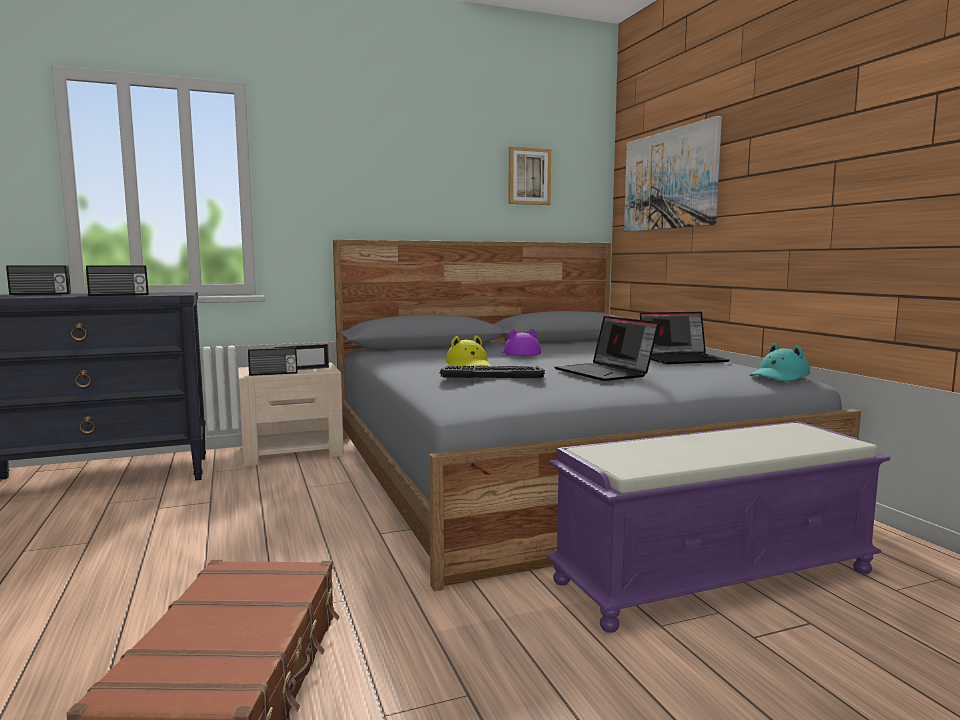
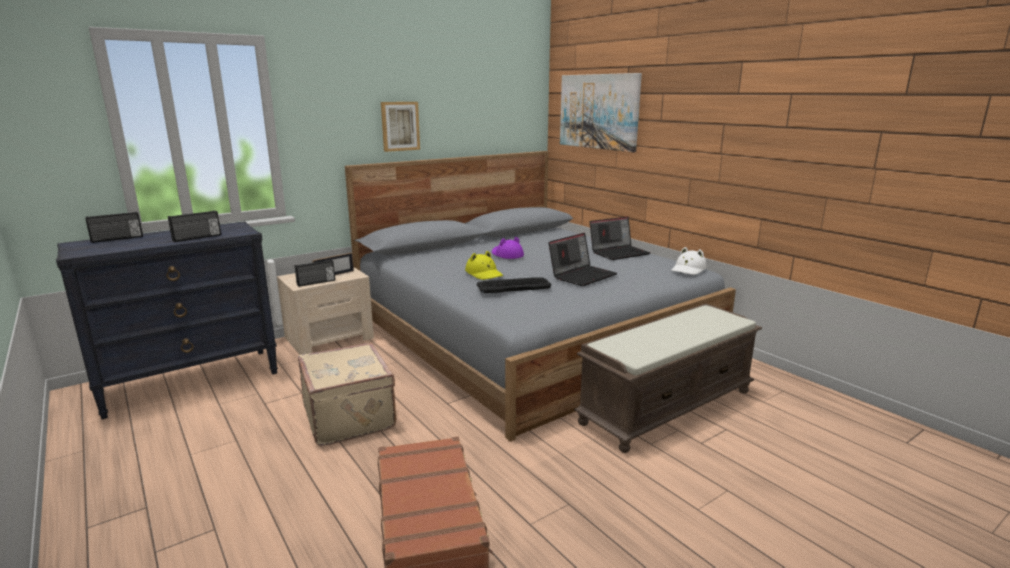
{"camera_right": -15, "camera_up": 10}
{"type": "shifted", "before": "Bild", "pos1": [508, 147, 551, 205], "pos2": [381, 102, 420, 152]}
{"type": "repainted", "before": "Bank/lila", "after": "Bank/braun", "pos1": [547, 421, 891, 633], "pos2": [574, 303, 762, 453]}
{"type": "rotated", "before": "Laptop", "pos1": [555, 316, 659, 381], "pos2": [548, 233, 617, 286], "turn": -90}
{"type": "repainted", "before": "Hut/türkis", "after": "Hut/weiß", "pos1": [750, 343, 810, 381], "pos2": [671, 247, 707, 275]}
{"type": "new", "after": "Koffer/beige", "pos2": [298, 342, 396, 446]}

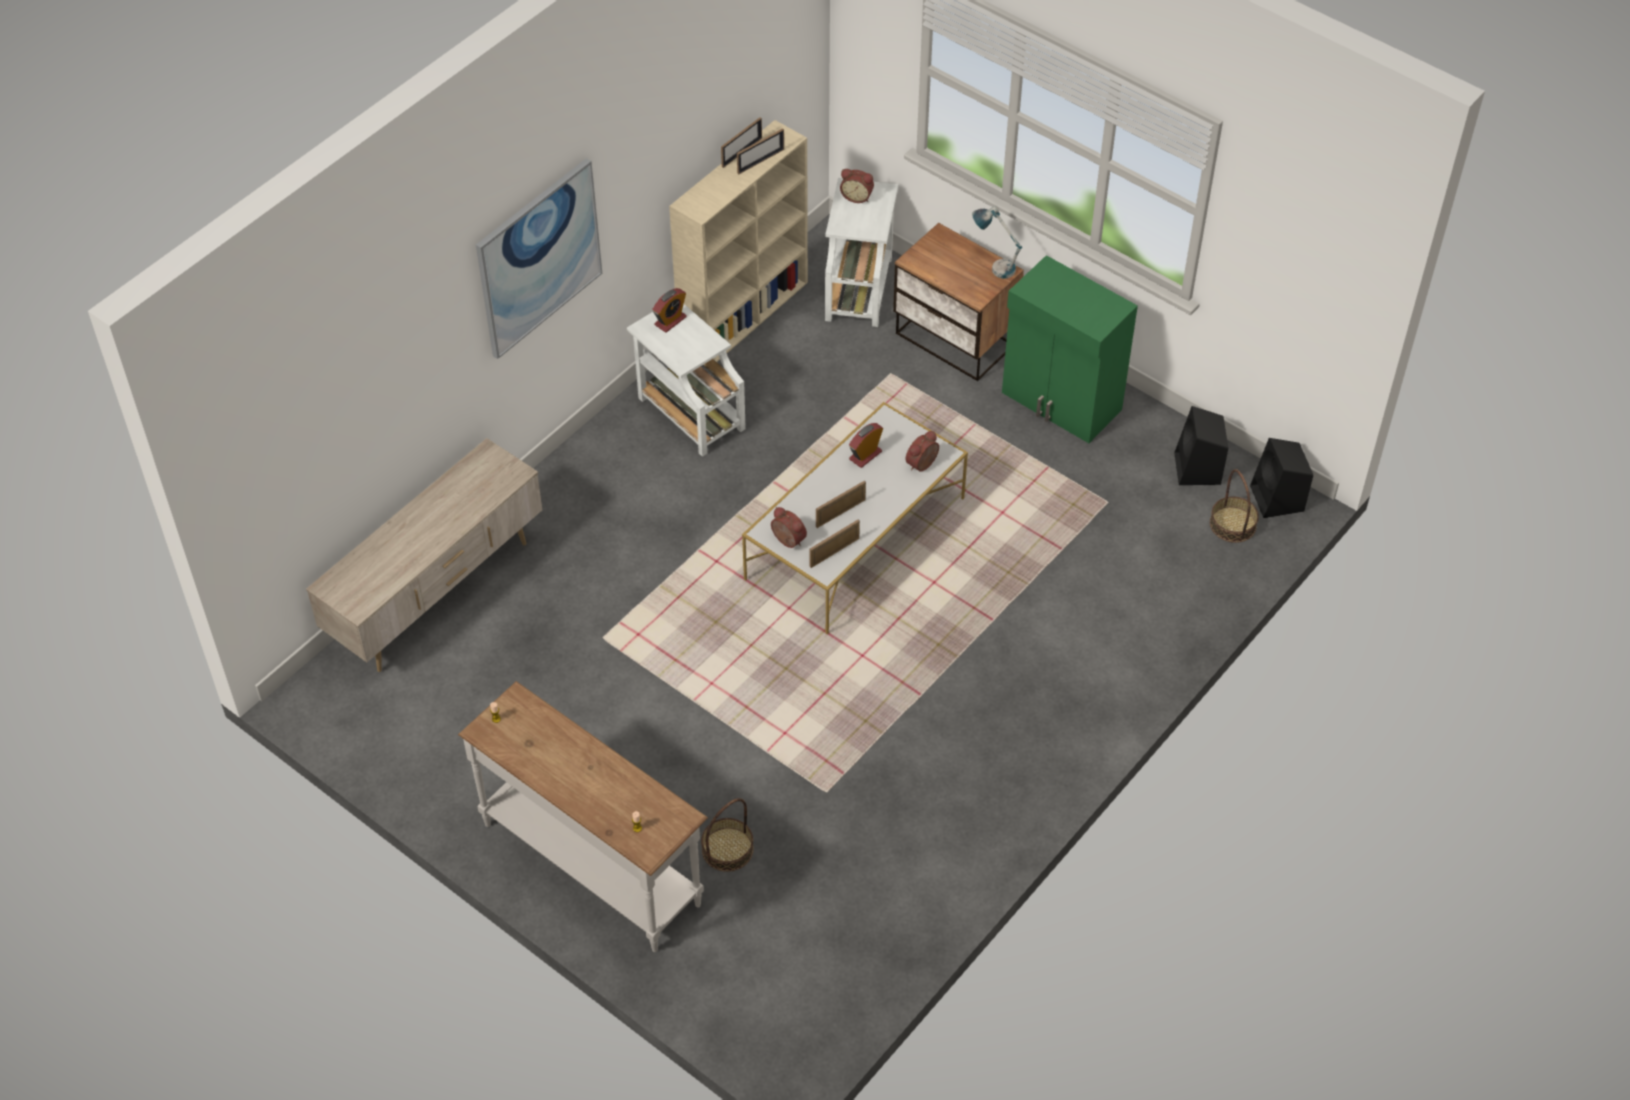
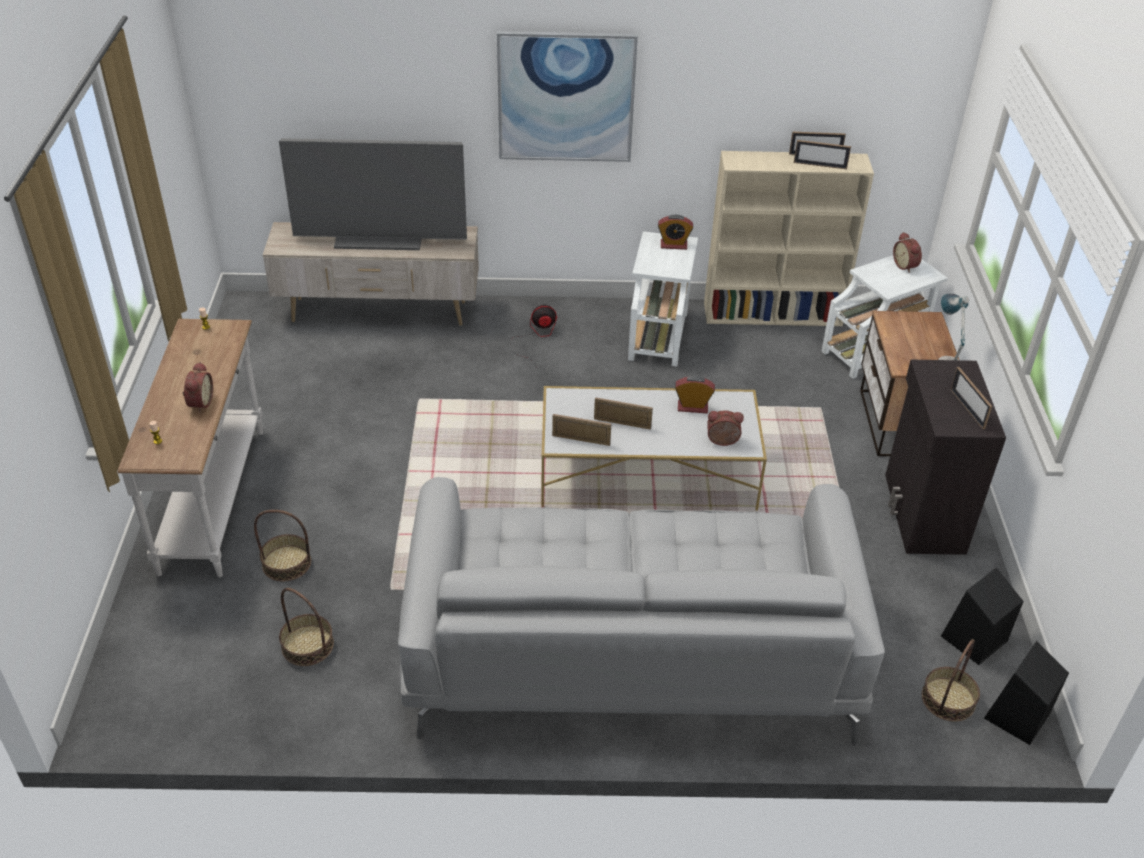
{"camera_right": 50, "camera_up": -10}
{"type": "shifted", "before": "Wecker", "pos1": [771, 507, 807, 548], "pos2": [182, 362, 213, 413]}
{"type": "repainted", "before": "Schrank/grün", "after": "Schrank/schwarz", "pos1": [1002, 255, 1138, 443], "pos2": [885, 360, 1006, 555]}
{"type": "new", "after": "Fernseher", "pos2": [279, 138, 467, 250]}
{"type": "new", "after": "Korb", "pos2": [279, 588, 334, 666]}
{"type": "new", "after": "Sofa/grau", "pos2": [398, 477, 885, 746]}
{"type": "new", "after": "Ventilator", "pos2": [510, 305, 557, 368]}
{"type": "new", "after": "Bilderrahmen", "pos2": [950, 367, 992, 429]}

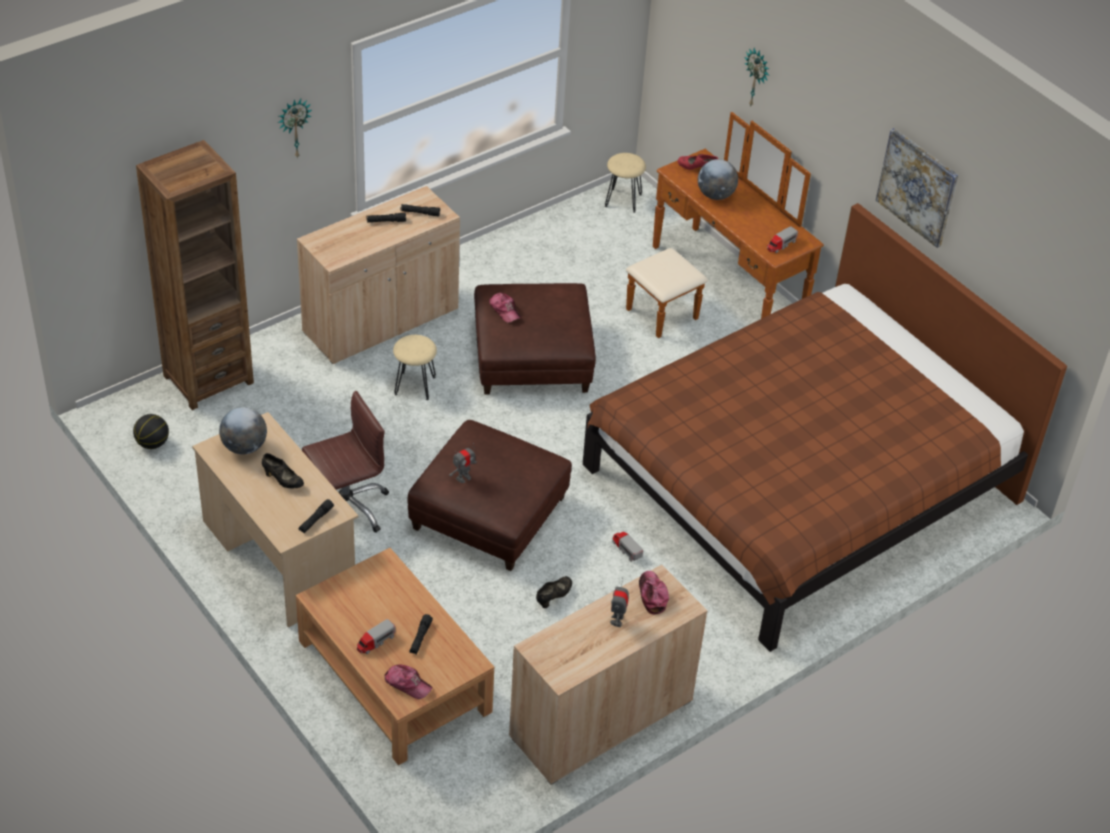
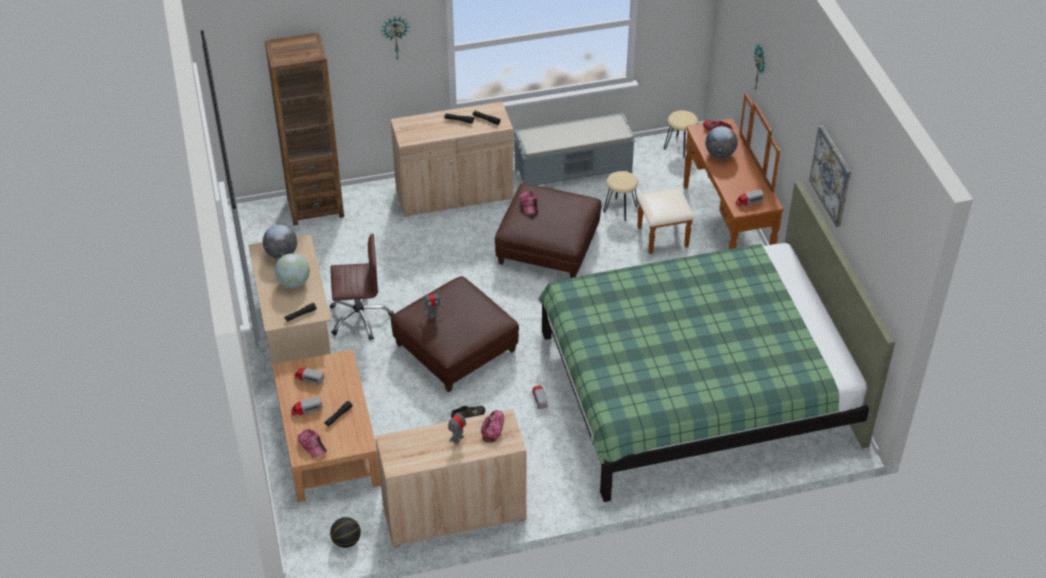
{"camera_right": 25, "camera_up": 0}
{"type": "shifted", "before": "Basketball", "pos1": [133, 414, 169, 449], "pos2": [330, 517, 361, 548]}
{"type": "swapped", "before": "Schuh/schwarz", "after": "Globus", "pos1": [262, 453, 304, 488], "pos2": [275, 253, 310, 288]}
{"type": "shifted", "before": "Hocker/beige", "pos1": [393, 335, 437, 400], "pos2": [604, 171, 638, 221]}
{"type": "repainted", "before": "Bett/braun", "after": "Bett/grün", "pos1": [583, 203, 1067, 652], "pos2": [538, 181, 895, 502]}
{"type": "new", "after": "Spielzeuglaster", "pos2": [294, 368, 324, 386]}
{"type": "new", "after": "Bank/grau", "pos2": [514, 113, 636, 185]}

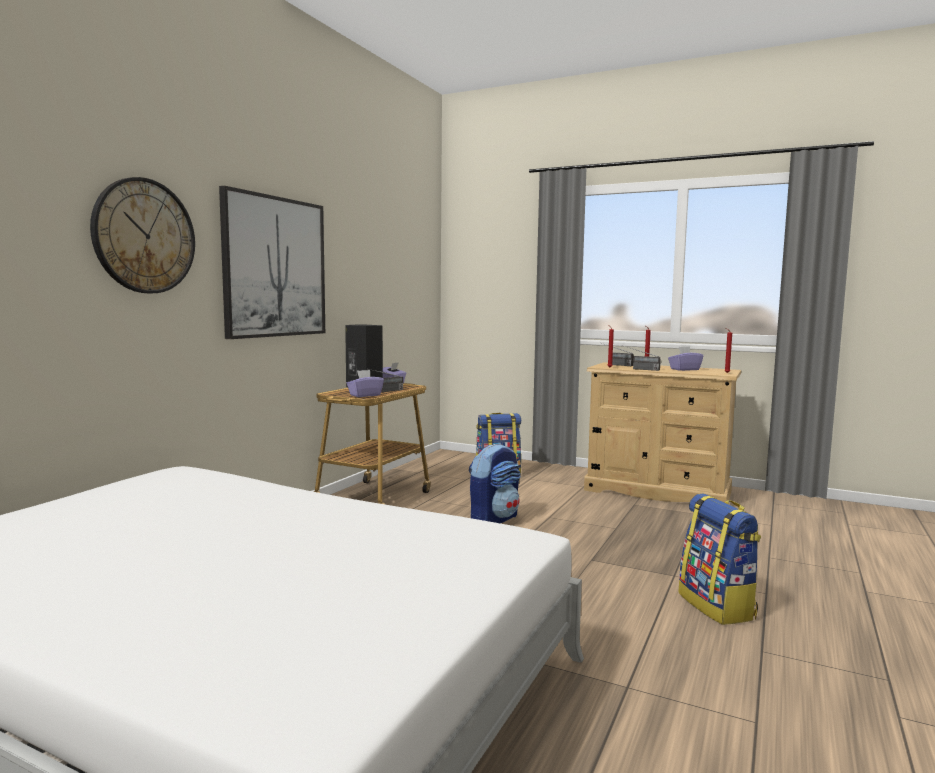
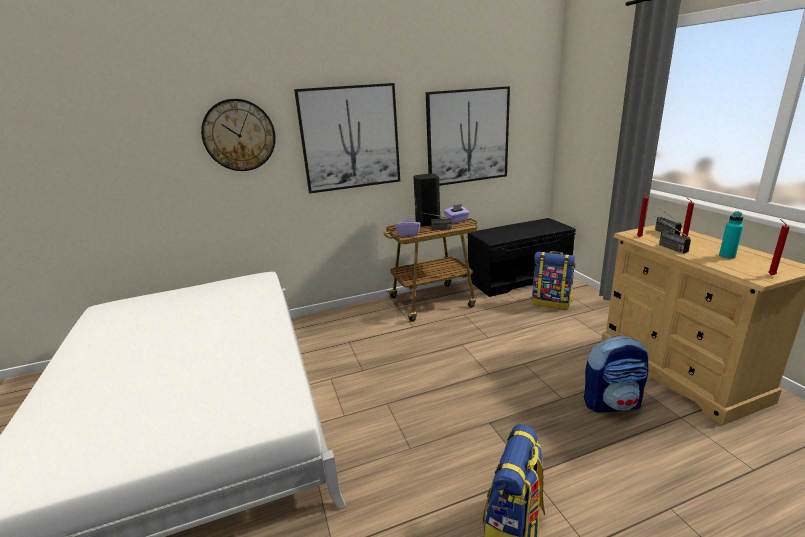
{"camera_right": 45, "camera_up": 15}
{"type": "shifted", "before": "Rucksack", "pos1": [469, 443, 521, 523], "pos2": [584, 336, 649, 413]}
{"type": "swapped", "before": "Taschentuchbox/lila", "after": "Flasche/türkis", "pos1": [668, 346, 703, 371], "pos2": [719, 211, 744, 259]}
{"type": "new", "after": "Bild", "pos2": [426, 86, 510, 186]}
{"type": "new", "after": "Bank/schwarz", "pos2": [467, 218, 576, 297]}

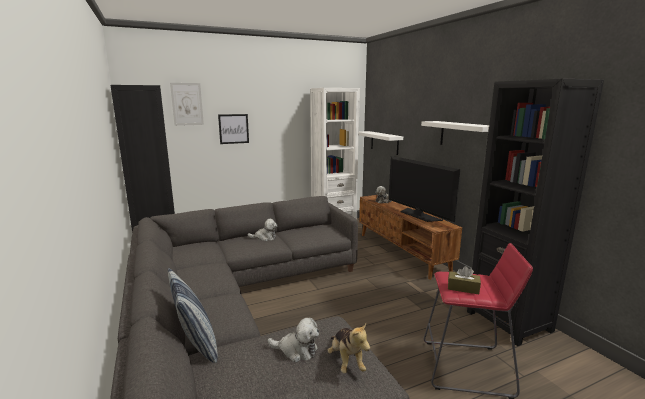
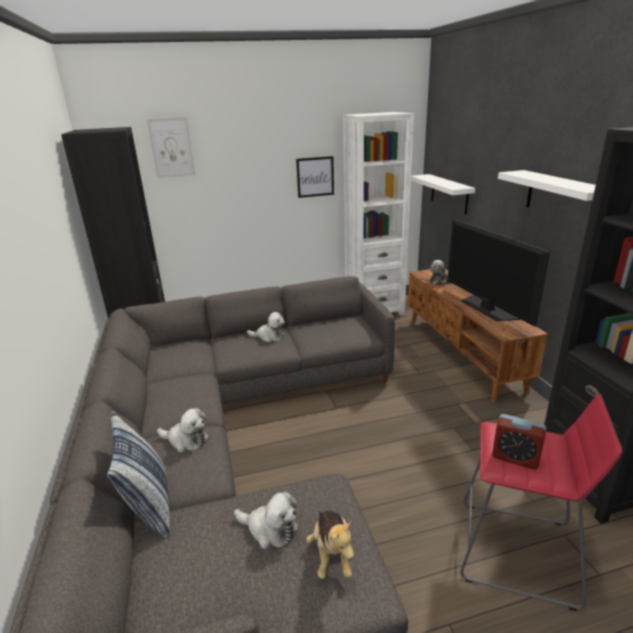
{"camera_right": 10, "camera_up": 10}
{"type": "shifted", "before": "Bild", "pos1": [218, 114, 249, 144], "pos2": [296, 156, 334, 198]}
{"type": "swapped", "before": "Taschentuchbox/braun", "after": "Wecker", "pos1": [448, 266, 481, 294], "pos2": [492, 414, 546, 470]}
{"type": "new", "after": "Plüschtier", "pos2": [157, 408, 209, 453]}

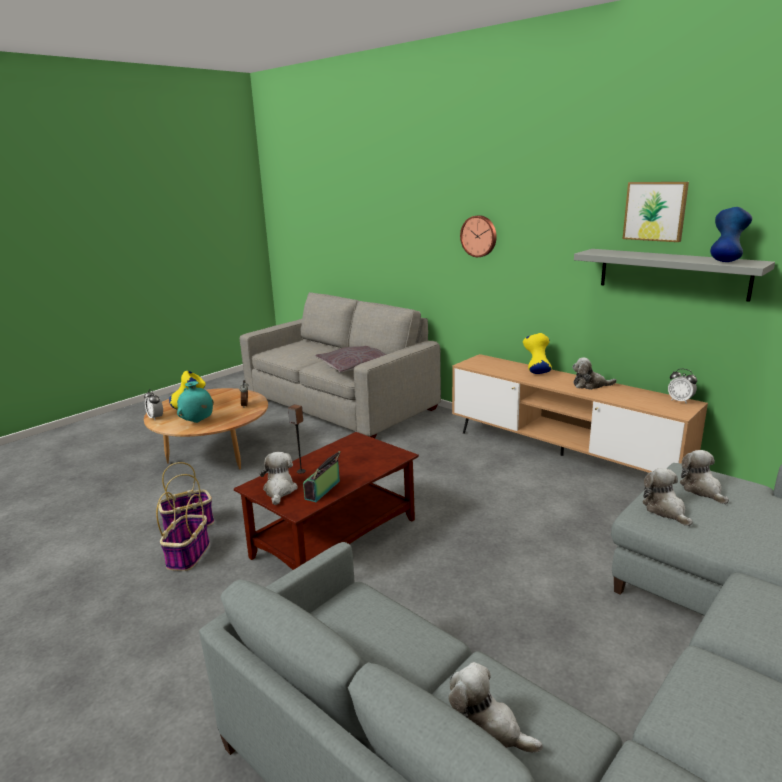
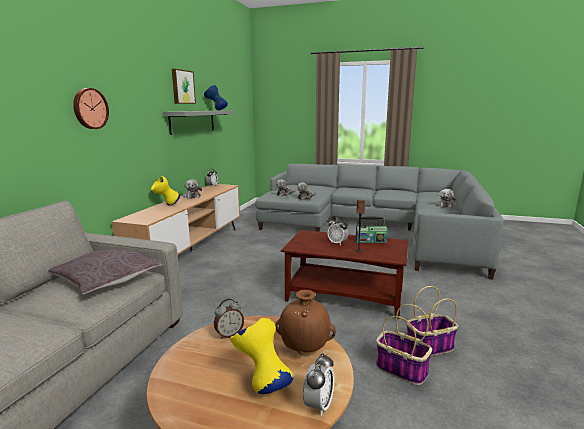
{"camera_right": -115, "camera_up": -5}
{"type": "repainted", "before": "Vase/türkis", "after": "Vase/braun", "pos1": [177, 381, 214, 423], "pos2": [275, 290, 336, 355]}
{"type": "gone", "before": "Plüschtier", "pos1": [259, 452, 298, 505]}
{"type": "new", "after": "Wecker", "pos2": [327, 217, 348, 245]}

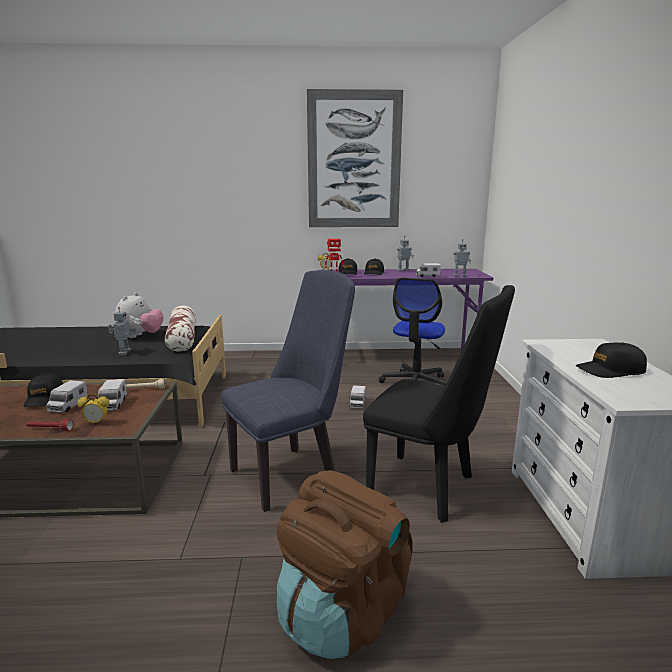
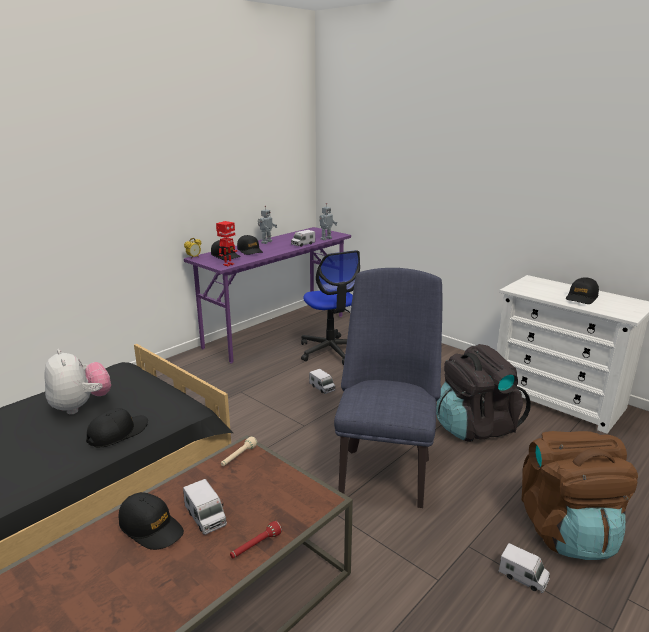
{"camera_right": -45, "camera_up": 5}
{"type": "gone", "before": "Wecker", "pos1": [77, 394, 110, 425]}
{"type": "shifted", "before": "Spielzeuglaster", "pos1": [98, 379, 127, 411], "pos2": [499, 543, 550, 593]}
{"type": "swapped", "before": "Spielzeugroboter", "after": "Kappe/schwarz", "pos1": [108, 307, 137, 355], "pos2": [86, 408, 148, 447]}
{"type": "gone", "before": "Kissen", "pos1": [165, 305, 196, 352]}
{"type": "gone", "before": "Bild", "pos1": [307, 89, 403, 227]}
{"type": "swapped", "before": "Stuhl/schwarz", "after": "Rucksack/schwarz", "pos1": [363, 285, 515, 523], "pos2": [436, 344, 531, 442]}

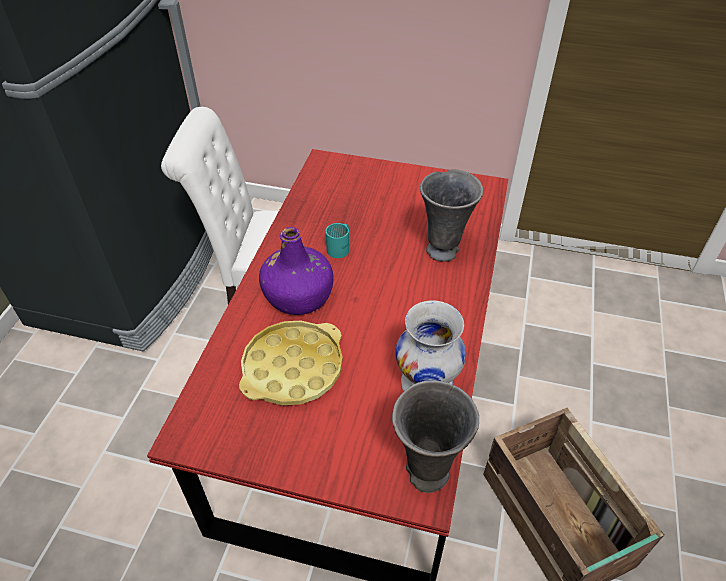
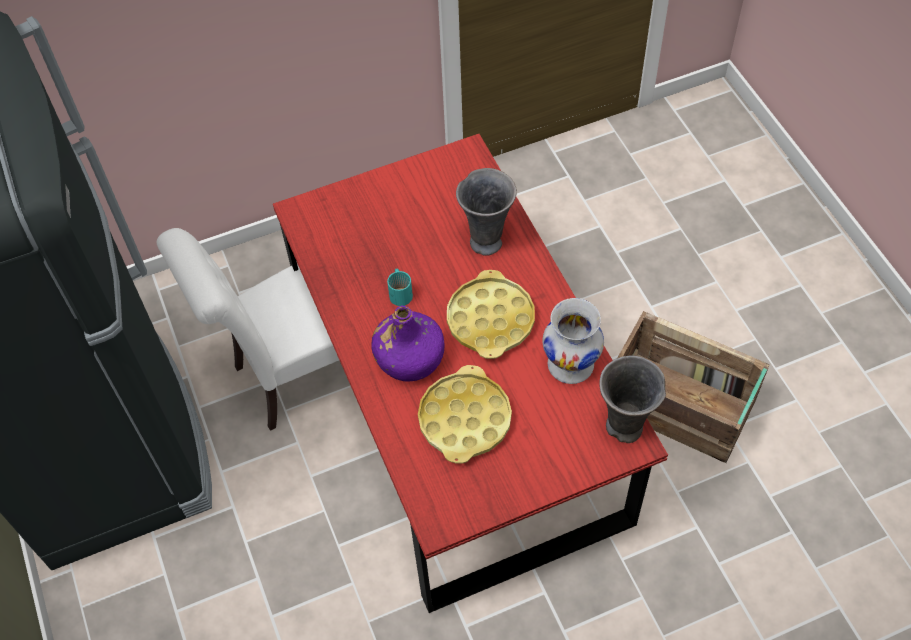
{"camera_right": -35, "camera_up": 10}
{"type": "new", "after": "Tablett/gelb", "pos2": [447, 270, 535, 359]}

